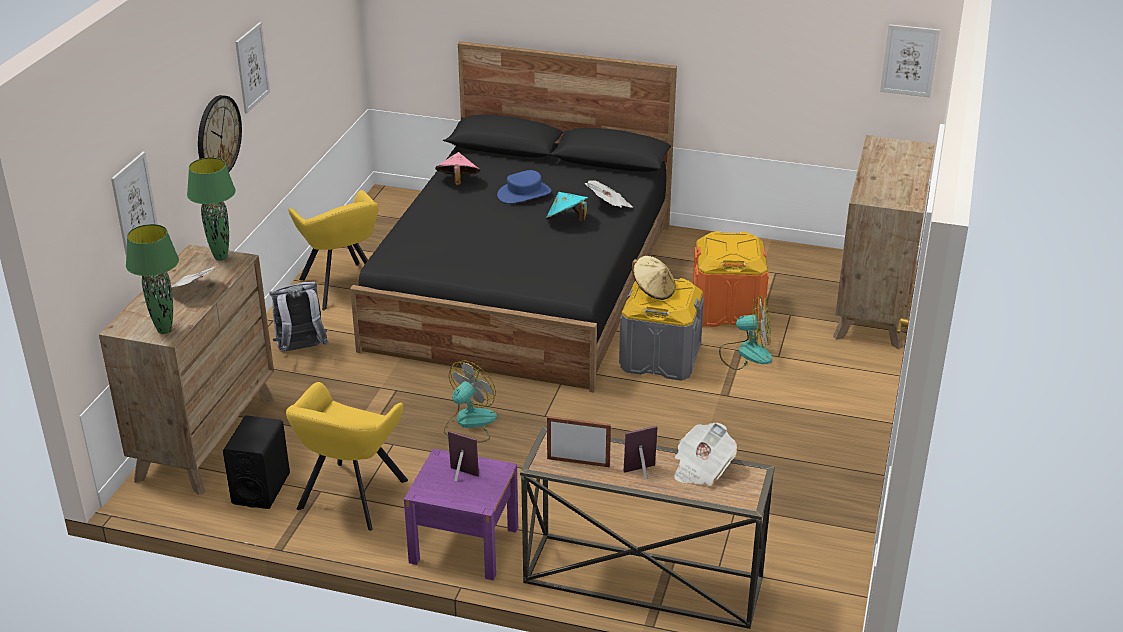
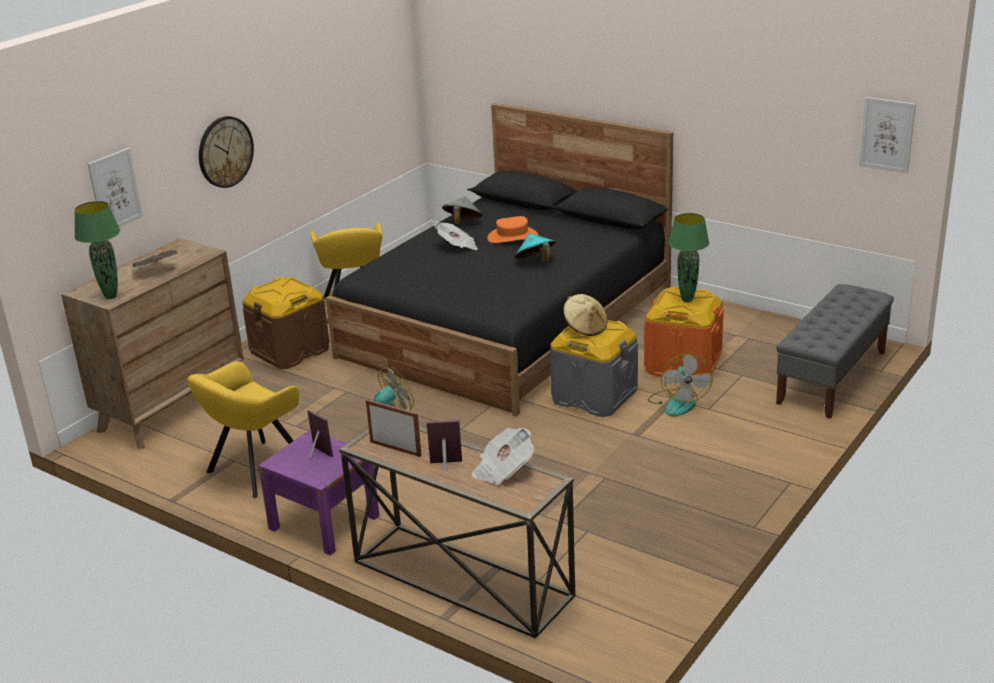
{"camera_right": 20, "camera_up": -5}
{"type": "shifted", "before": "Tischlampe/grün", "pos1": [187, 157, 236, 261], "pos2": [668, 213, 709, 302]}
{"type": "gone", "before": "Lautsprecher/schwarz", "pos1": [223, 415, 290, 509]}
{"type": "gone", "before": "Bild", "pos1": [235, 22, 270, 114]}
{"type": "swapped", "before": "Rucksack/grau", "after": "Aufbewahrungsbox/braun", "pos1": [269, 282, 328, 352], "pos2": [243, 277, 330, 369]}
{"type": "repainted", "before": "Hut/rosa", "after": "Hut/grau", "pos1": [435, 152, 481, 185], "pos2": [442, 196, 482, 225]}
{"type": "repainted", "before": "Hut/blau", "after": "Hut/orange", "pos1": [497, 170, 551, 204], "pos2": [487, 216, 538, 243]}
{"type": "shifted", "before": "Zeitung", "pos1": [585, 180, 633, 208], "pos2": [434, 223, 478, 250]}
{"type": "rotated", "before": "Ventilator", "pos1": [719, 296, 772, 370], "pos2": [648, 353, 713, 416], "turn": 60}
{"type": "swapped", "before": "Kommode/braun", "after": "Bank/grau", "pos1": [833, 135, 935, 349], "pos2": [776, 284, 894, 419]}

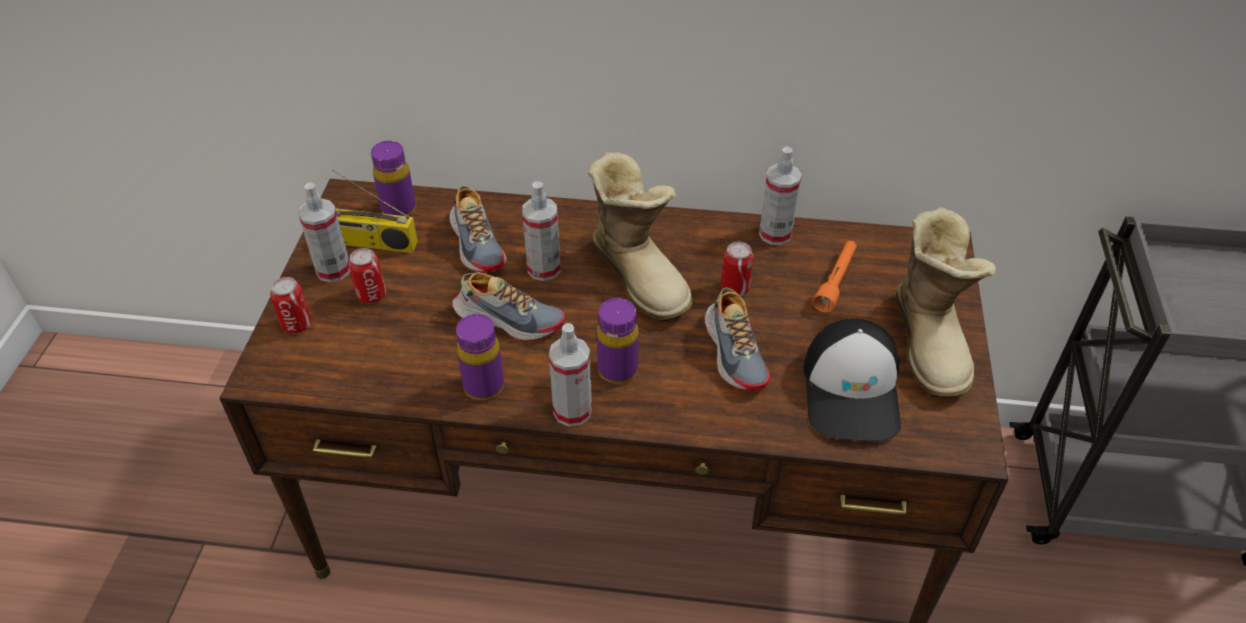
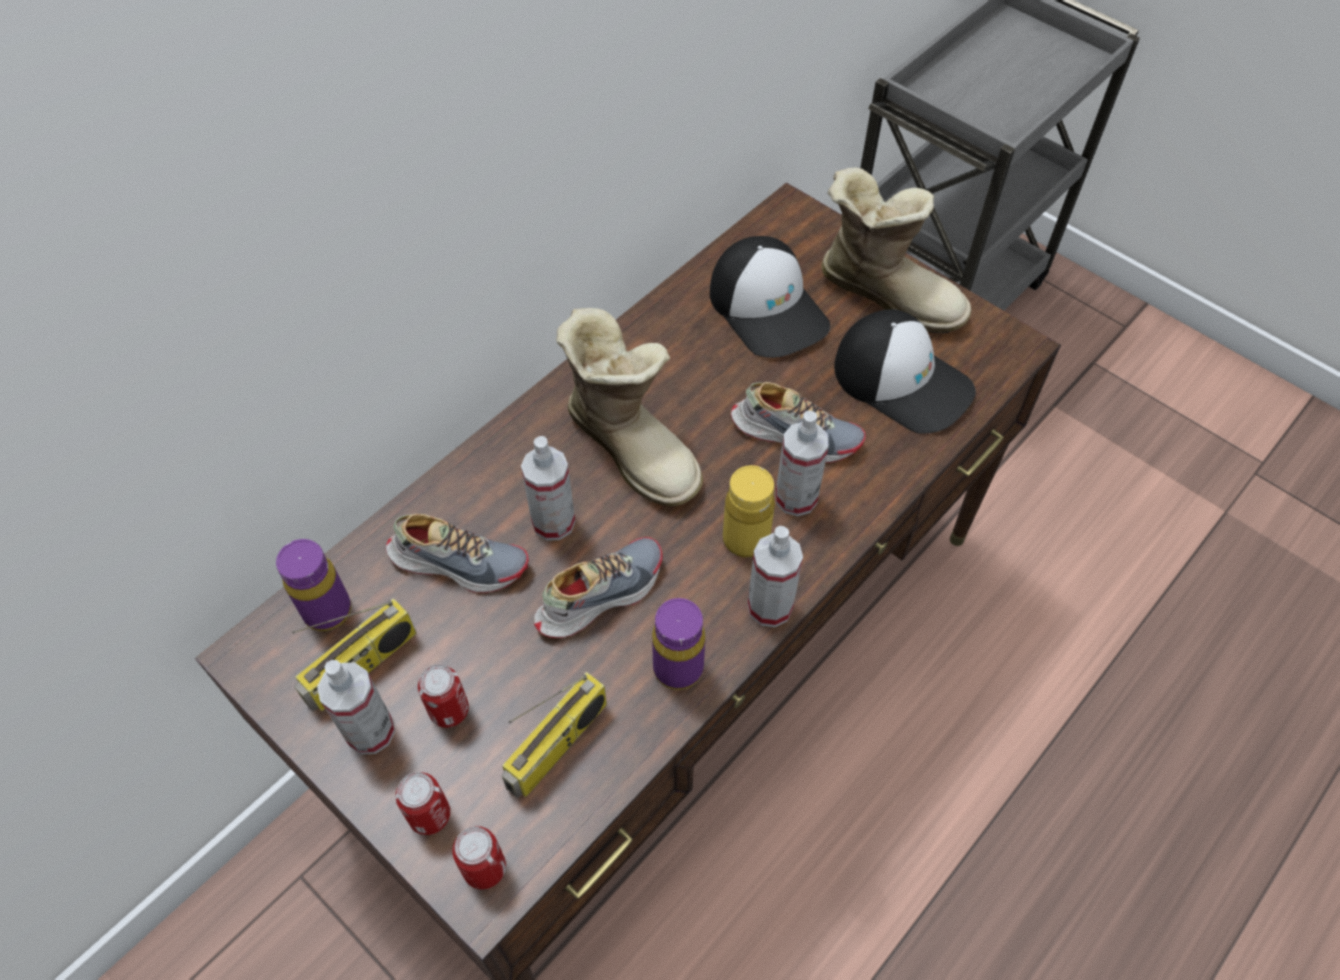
{"camera_right": -55, "camera_up": 10}
{"type": "rotated", "before": "Stiefel", "pos1": [588, 152, 692, 322], "pos2": [556, 308, 703, 506], "turn": 45}
{"type": "repainted", "before": "Flasche/lila", "after": "Flasche/gelb", "pos1": [597, 298, 639, 384], "pos2": [723, 465, 775, 557]}
{"type": "shifted", "before": "Dose", "pos1": [721, 242, 754, 296], "pos2": [452, 826, 506, 889]}
{"type": "shifted", "before": "Sprühflasche", "pos1": [759, 147, 802, 245], "pos2": [776, 411, 829, 516]}
{"type": "swapped", "before": "Taschenlampe/orange", "after": "Kappe", "pos1": [813, 241, 857, 313], "pos2": [710, 236, 830, 358]}
{"type": "new", "after": "Radio", "pos2": [502, 672, 607, 798]}

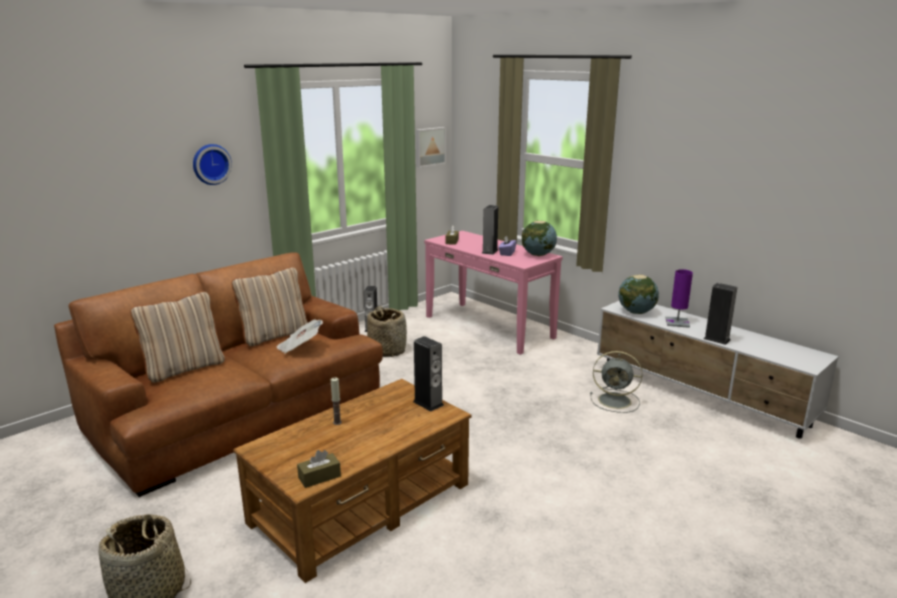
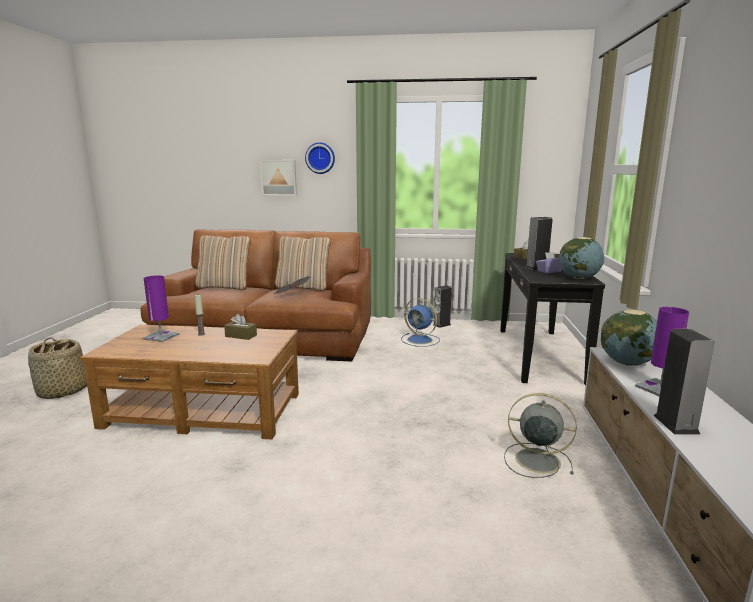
{"camera_right": 50, "camera_up": -5}
{"type": "shifted", "before": "Taschentuchbox/braun", "pos1": [297, 450, 341, 488], "pos2": [224, 314, 257, 340]}
{"type": "swapped", "before": "Korb", "after": "Ventilator/blau", "pos1": [367, 306, 407, 357], "pos2": [401, 298, 440, 347]}
{"type": "gone", "before": "Lautsprecher", "pos1": [413, 336, 444, 412]}
{"type": "shifted", "before": "Bild", "pos1": [416, 127, 446, 168], "pos2": [260, 160, 297, 196]}
{"type": "repainted", "before": "Konsolentisch/rosa", "after": "Konsolentisch/schwarz", "pos1": [424, 231, 563, 355], "pos2": [500, 253, 605, 386]}
{"type": "rotated", "before": "Ventilator/grau", "pos1": [590, 351, 642, 413], "pos2": [504, 393, 577, 478], "turn": 135}
{"type": "new", "after": "Tischlampe/lila", "pos2": [142, 275, 180, 342]}

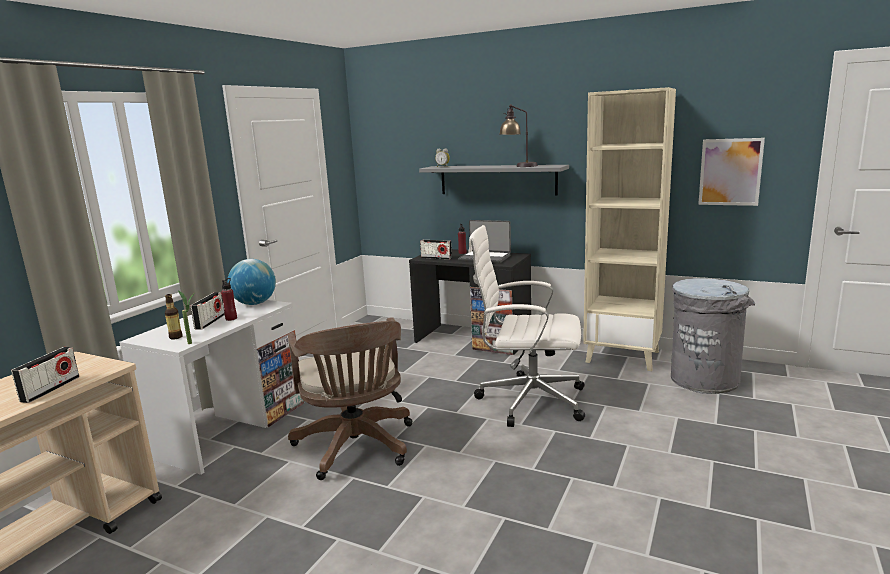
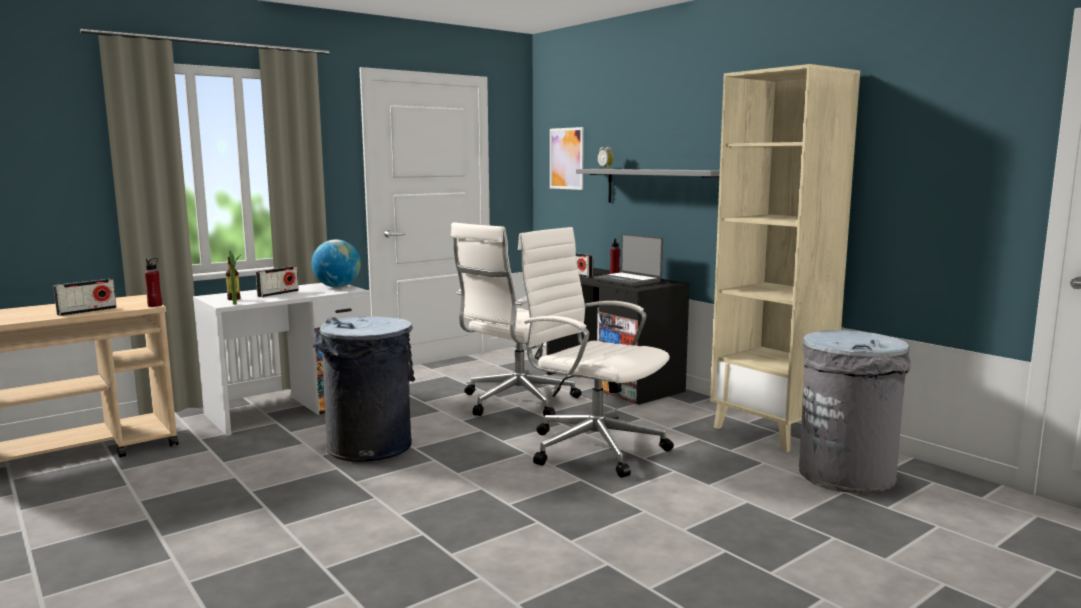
{"camera_right": 25, "camera_up": -5}
{"type": "shifted", "before": "Flasche/rot", "pos1": [221, 278, 237, 321], "pos2": [145, 258, 162, 307]}
{"type": "swapped", "before": "Bürostuhl/braun", "after": "Mülleimer/grau", "pos1": [288, 317, 412, 480], "pos2": [313, 317, 415, 462]}
{"type": "gone", "before": "Tischlampe", "pos1": [500, 104, 538, 167]}
{"type": "shifted", "before": "Bild", "pos1": [698, 138, 765, 206], "pos2": [550, 127, 584, 190]}
{"type": "new", "after": "Bürostuhl/weiß", "pos2": [450, 222, 582, 416]}

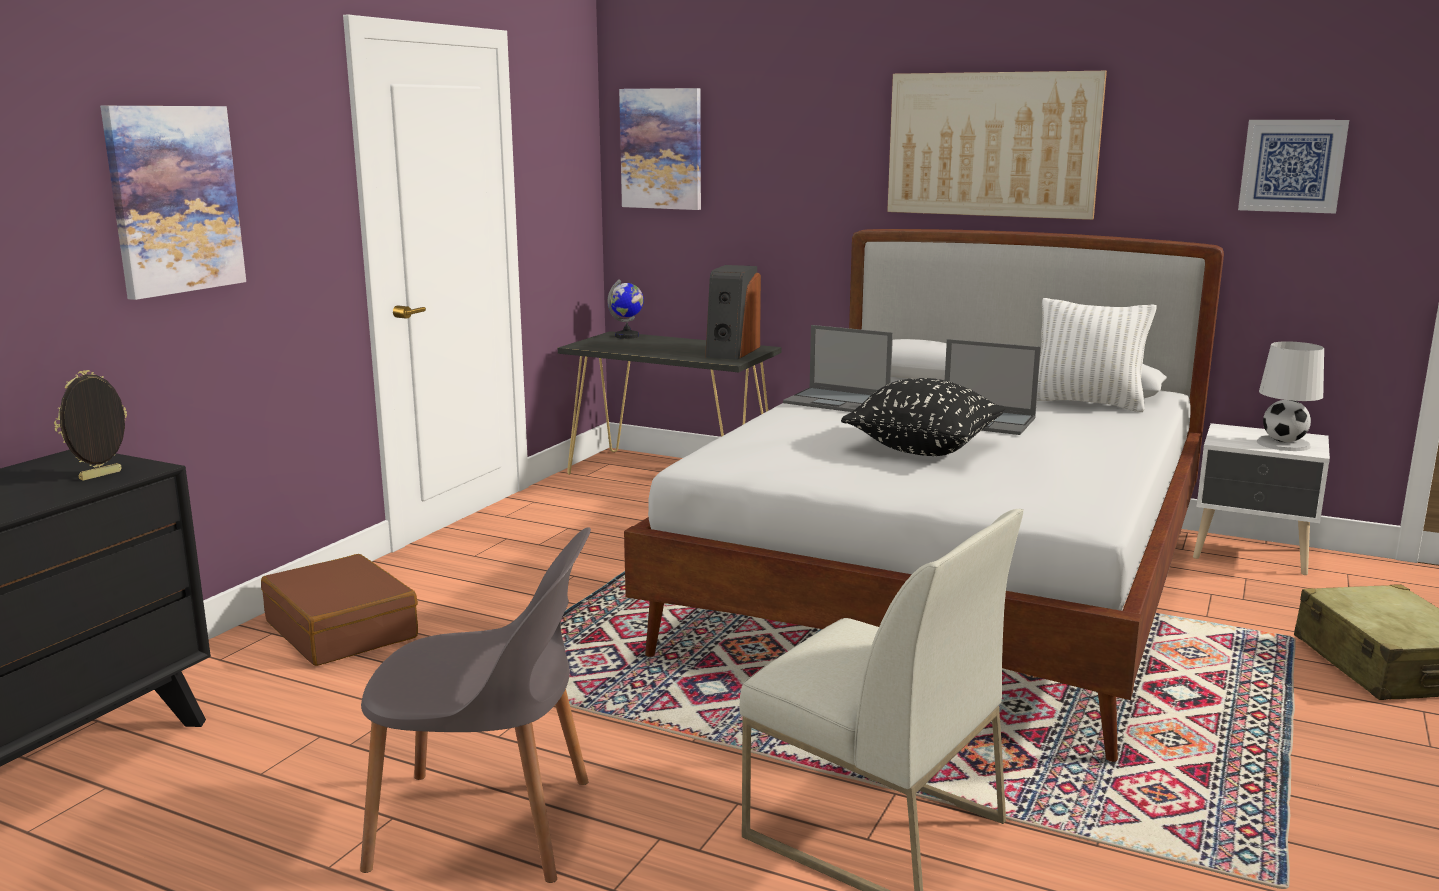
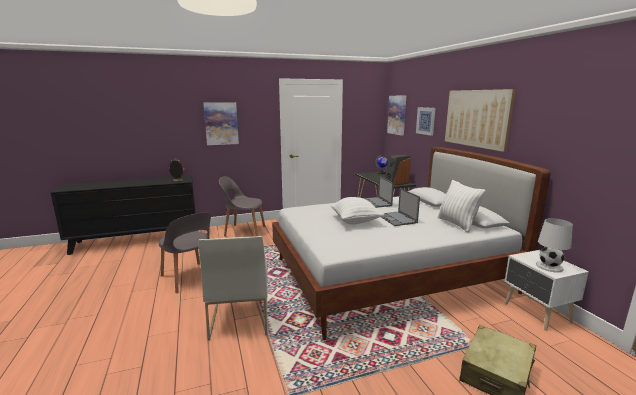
{"camera_right": 45, "camera_up": 0}
{"type": "swapped", "before": "Koffer/braun", "after": "Stuhl/grau", "pos1": [261, 554, 418, 666], "pos2": [219, 176, 265, 236]}
{"type": "repainted", "before": "Kissen/schwarz", "after": "Kissen/weiß", "pos1": [841, 378, 1006, 456], "pos2": [330, 197, 384, 225]}
{"type": "shifted", "before": "Bild", "pos1": [1238, 120, 1349, 214], "pos2": [416, 107, 435, 136]}

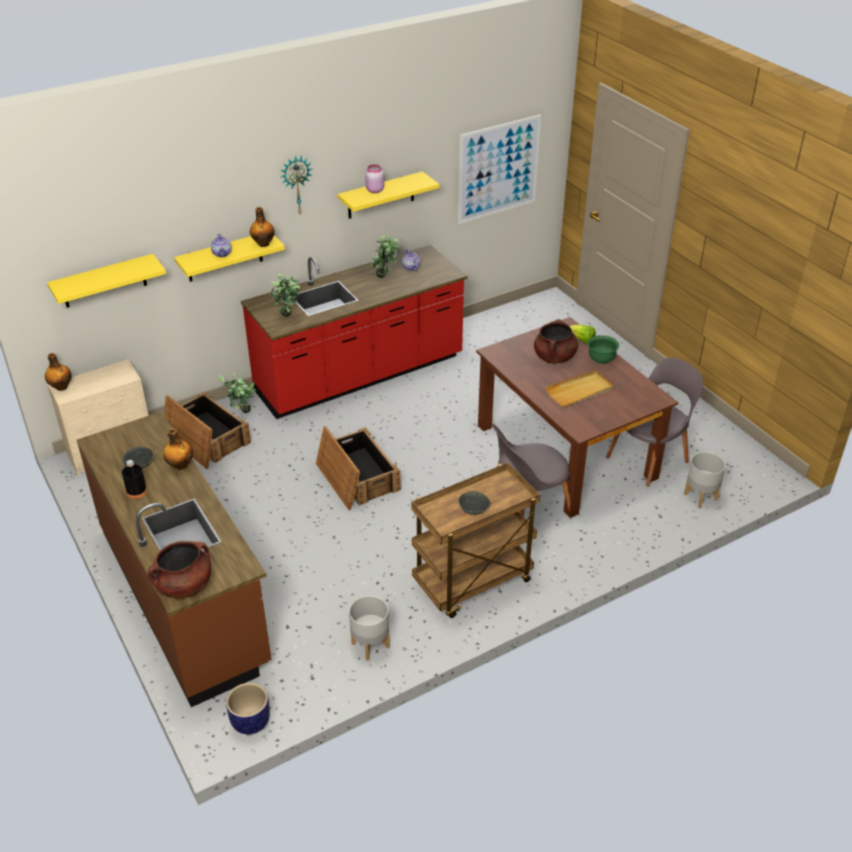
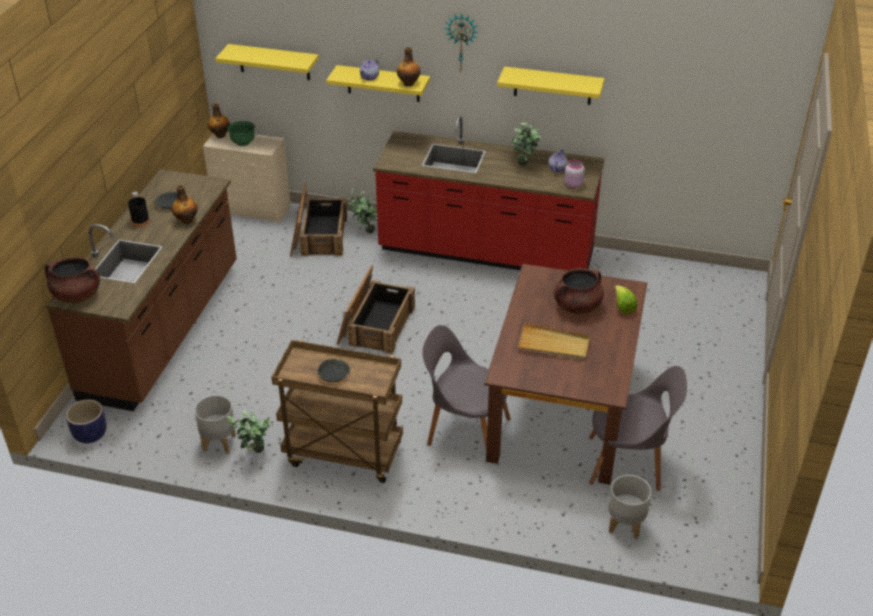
{"camera_right": 45, "camera_up": 0}
{"type": "shifted", "before": "Topfpflanze", "pos1": [270, 274, 301, 317], "pos2": [227, 410, 273, 453]}
{"type": "shifted", "before": "Vorratsglas/rosa", "pos1": [365, 164, 384, 193], "pos2": [564, 159, 585, 188]}
{"type": "gone", "before": "Bild", "pos1": [458, 115, 541, 224]}
{"type": "shifted", "before": "Schüssel/grün", "pos1": [587, 335, 619, 364], "pos2": [227, 121, 255, 146]}

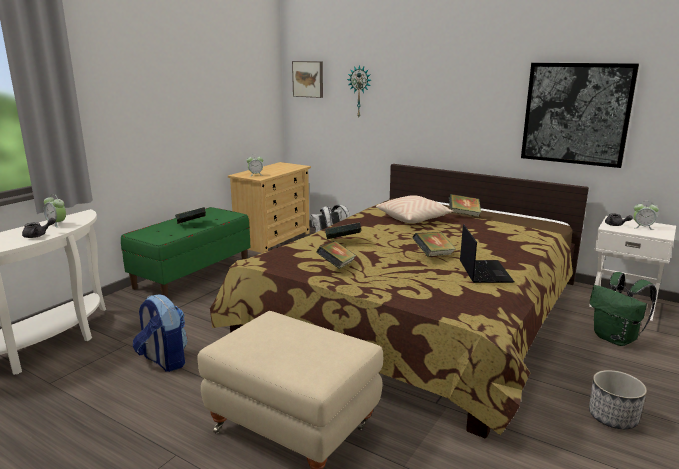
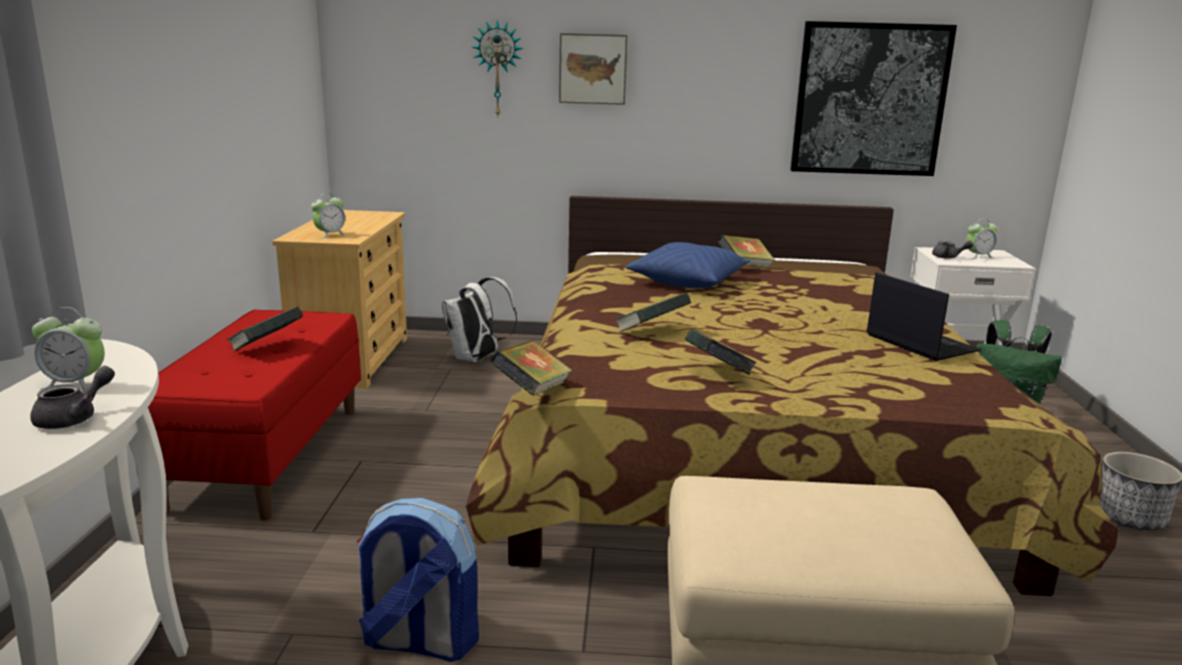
{"camera_right": -30, "camera_up": 0}
{"type": "repainted", "before": "Bank/grün", "after": "Bank/rot", "pos1": [121, 207, 250, 298], "pos2": [135, 310, 361, 520]}
{"type": "shifted", "before": "Bild", "pos1": [292, 61, 323, 98], "pos2": [559, 33, 627, 105]}
{"type": "repainted", "before": "Kissen/beige", "after": "Kissen/blau", "pos1": [376, 195, 453, 223], "pos2": [626, 242, 750, 288]}
{"type": "shifted", "before": "Buch", "pos1": [412, 232, 456, 256], "pos2": [490, 340, 572, 396]}

